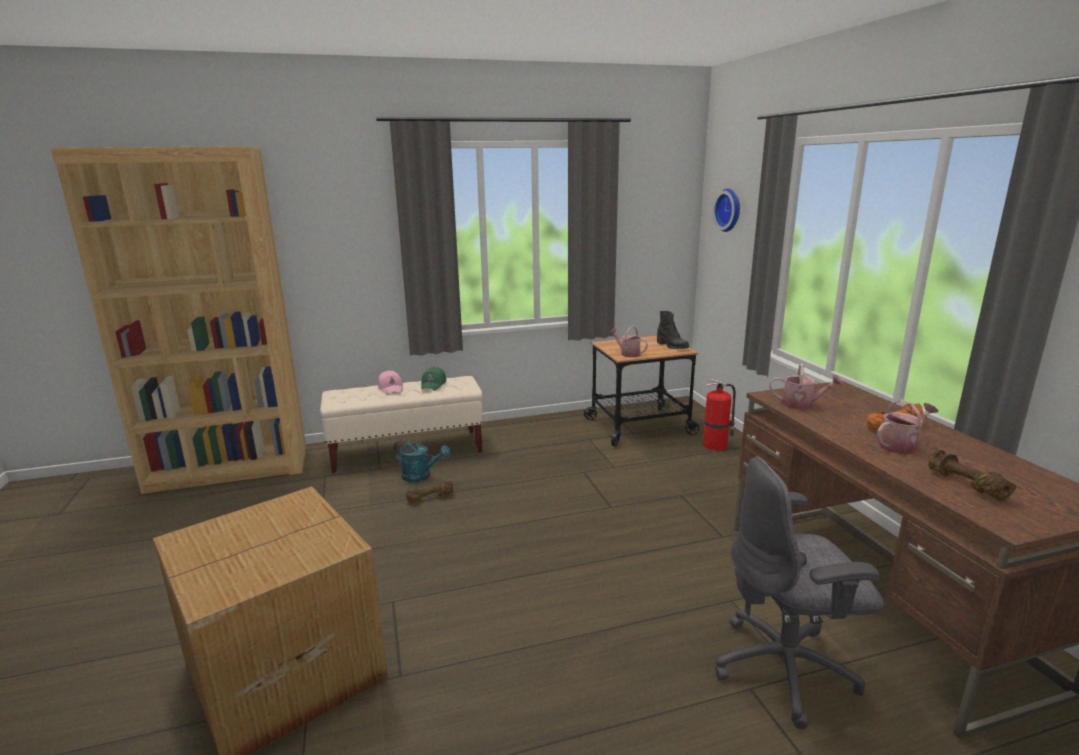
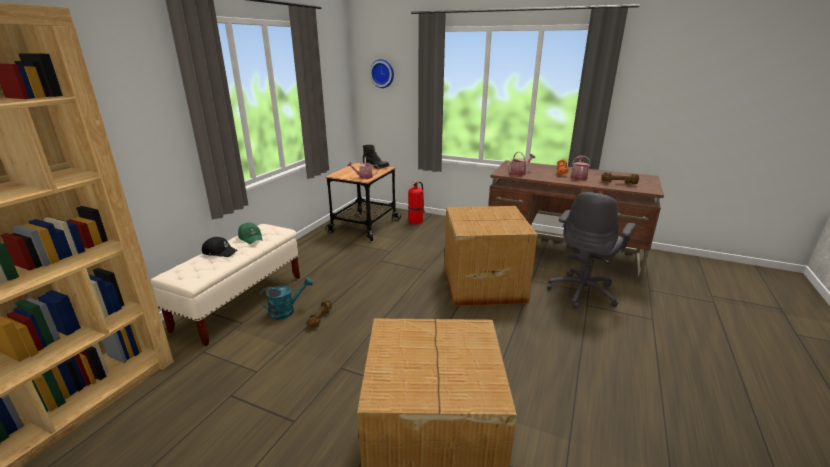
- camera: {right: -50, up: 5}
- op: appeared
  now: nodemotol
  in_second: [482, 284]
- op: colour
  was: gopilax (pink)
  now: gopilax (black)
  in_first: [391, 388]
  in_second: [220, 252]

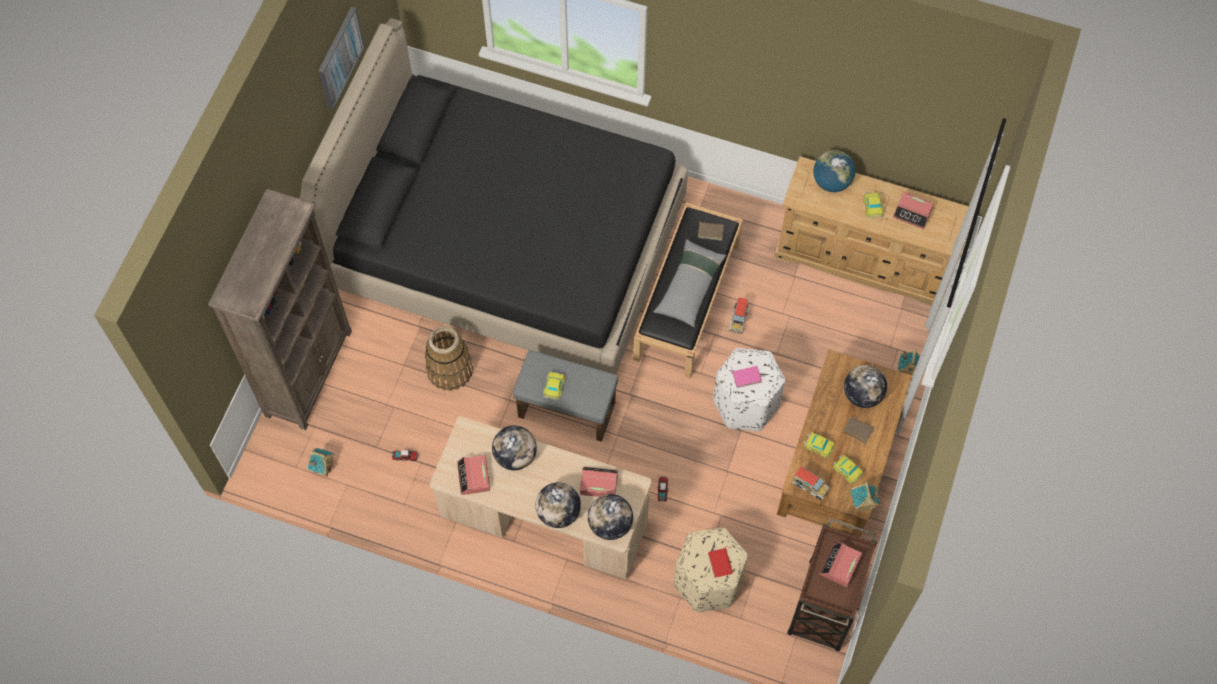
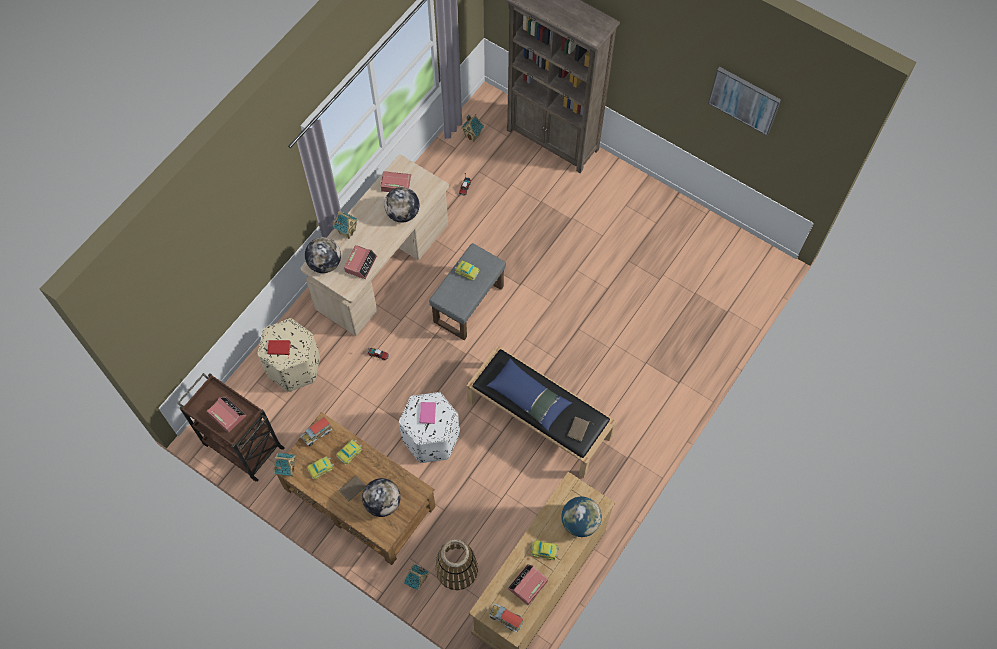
- camera: {right: 105, up: 0}
- op: missing
  was: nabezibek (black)
  in_first: [507, 244]
- op: relocated
  was: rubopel
  in_first: [450, 370]
  in_second: [457, 569]
- op: relocated
  was: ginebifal
  in_first: [738, 320]
  in_second: [506, 618]
- op: exchanged
  was: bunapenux
  now: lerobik
  in_first: [558, 513]
  in_second: [347, 231]
- op: colour
  was: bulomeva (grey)
  now: bulomeva (blue)
  in_first: [689, 287]
  in_second: [528, 397]

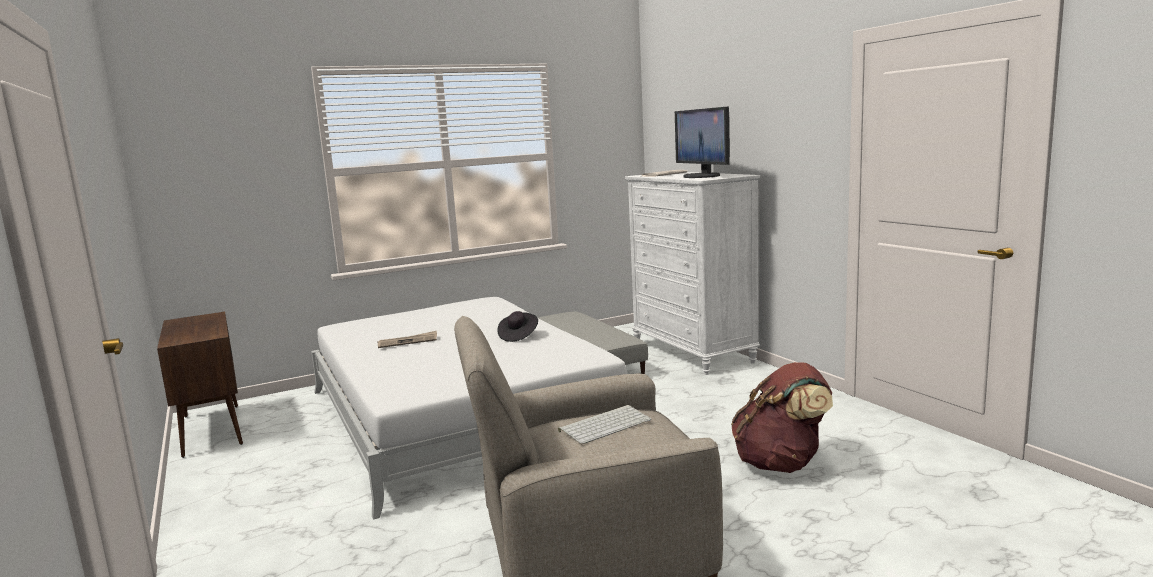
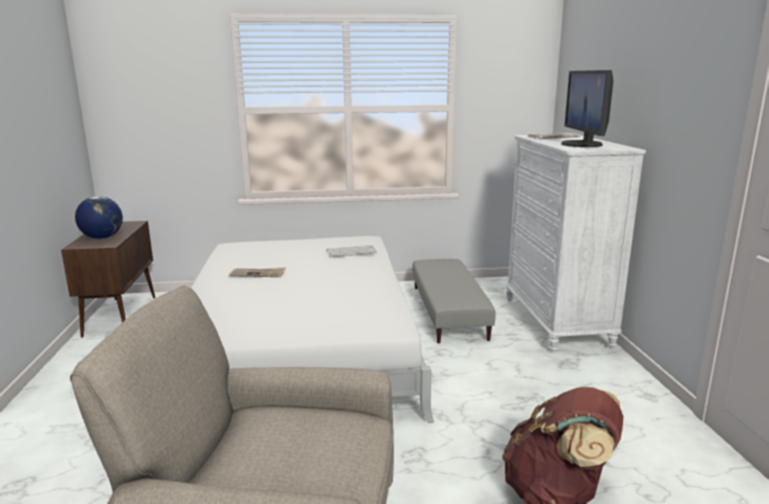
- camera: {right: 20, up: 5}
- op: missing
  was: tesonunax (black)
  in_first: [518, 336]
- op: appeared
  now: bunapenux
  in_second: [102, 237]
- op: relocated
  was: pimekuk
  in_first: [605, 425]
  in_second: [352, 251]

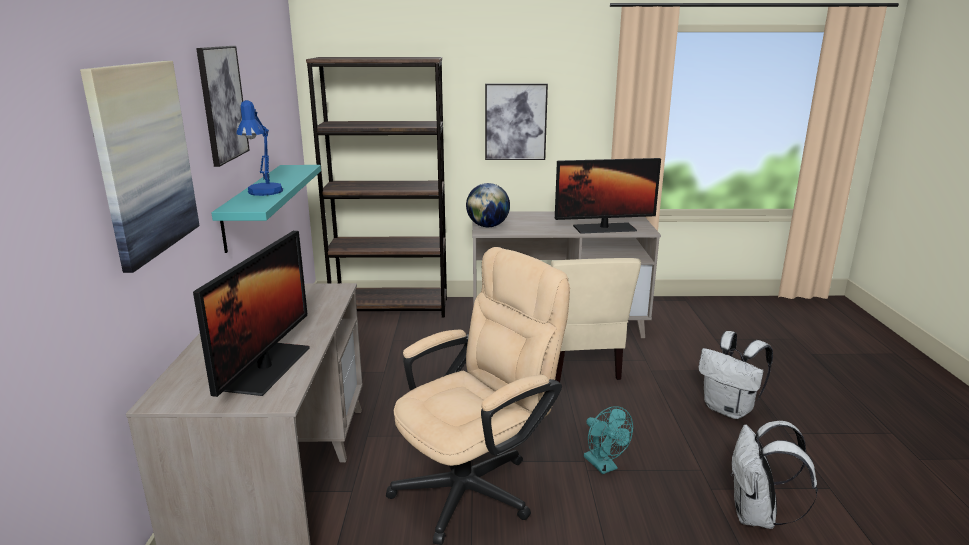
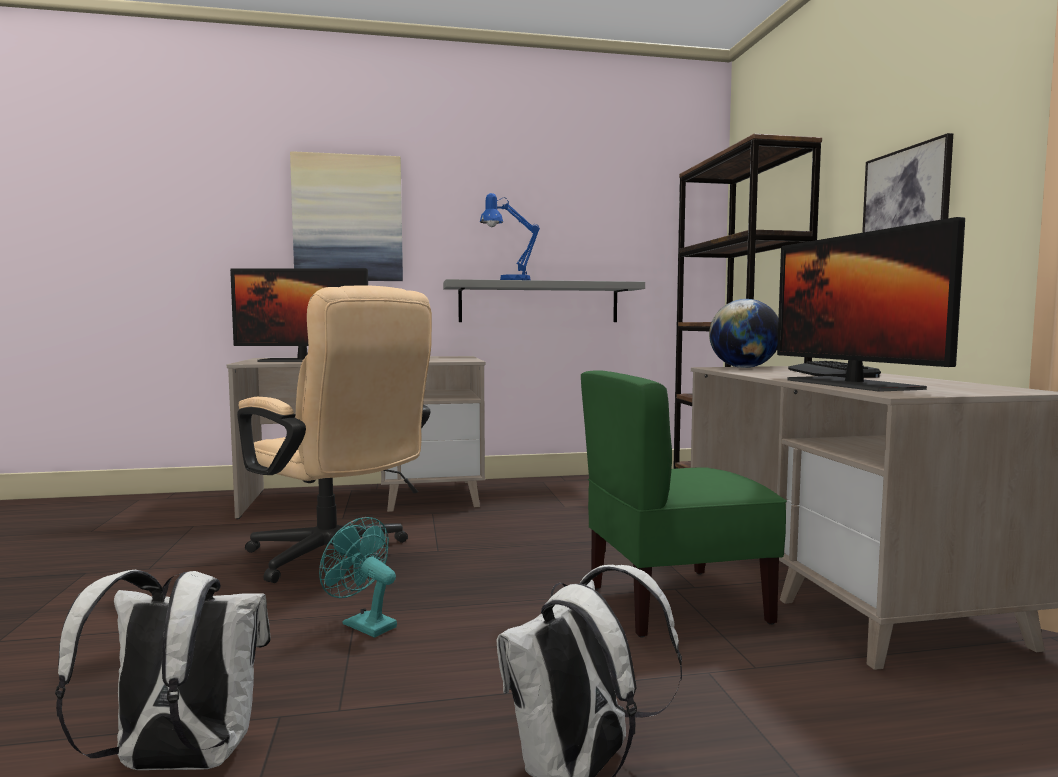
- camera: {right: 80, up: -15}
- op: missing
  was: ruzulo
  in_first: [222, 104]
- op: appeared
  now: pimekuk
  in_second: [830, 372]
- op: colour
  was: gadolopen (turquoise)
  now: gadolopen (grey)
  in_first: [253, 205]
  in_second: [539, 302]
- op: colour
  was: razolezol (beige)
  now: razolezol (green)
  in_first: [579, 364]
  in_second: [675, 603]
- op: spun
  was: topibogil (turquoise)
  in_first: [604, 466]
  in_second: [363, 624]
  clockwise: 75

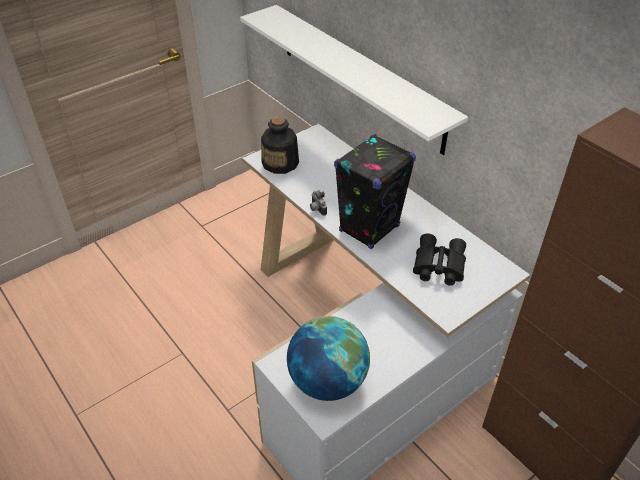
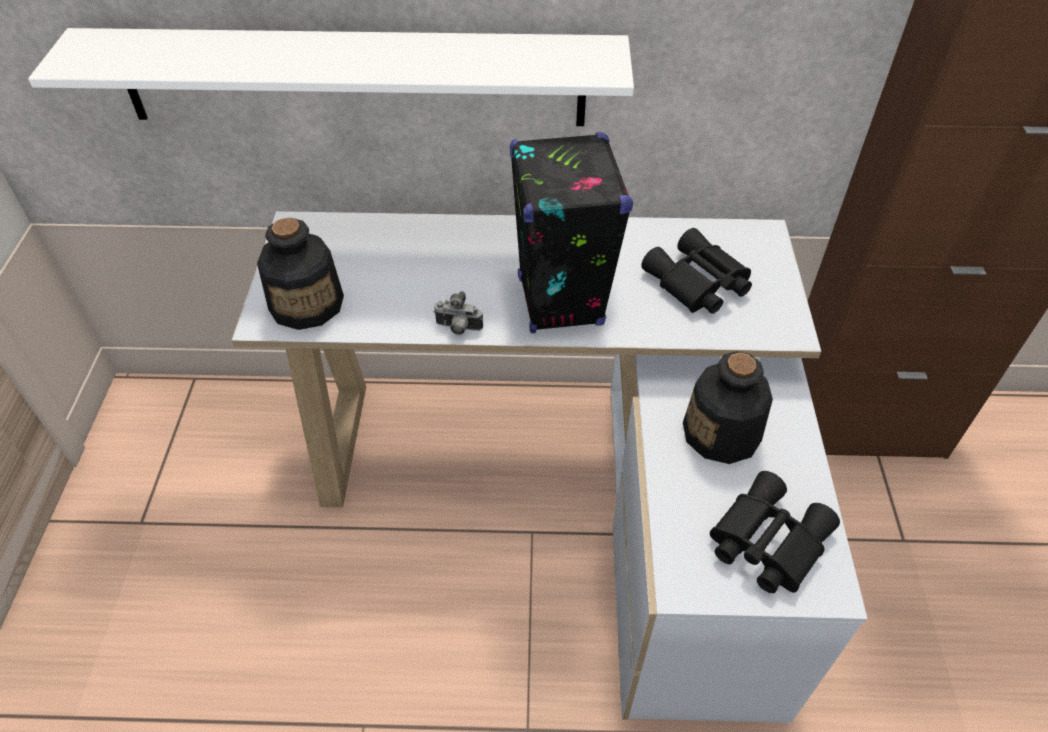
- camera: {right: -50, up: 5}
- op: appeared
  now: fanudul
  in_second: [722, 433]
- op: exchanged
  was: bunapenux
  now: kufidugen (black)
  in_first: [327, 381]
  in_second: [765, 541]

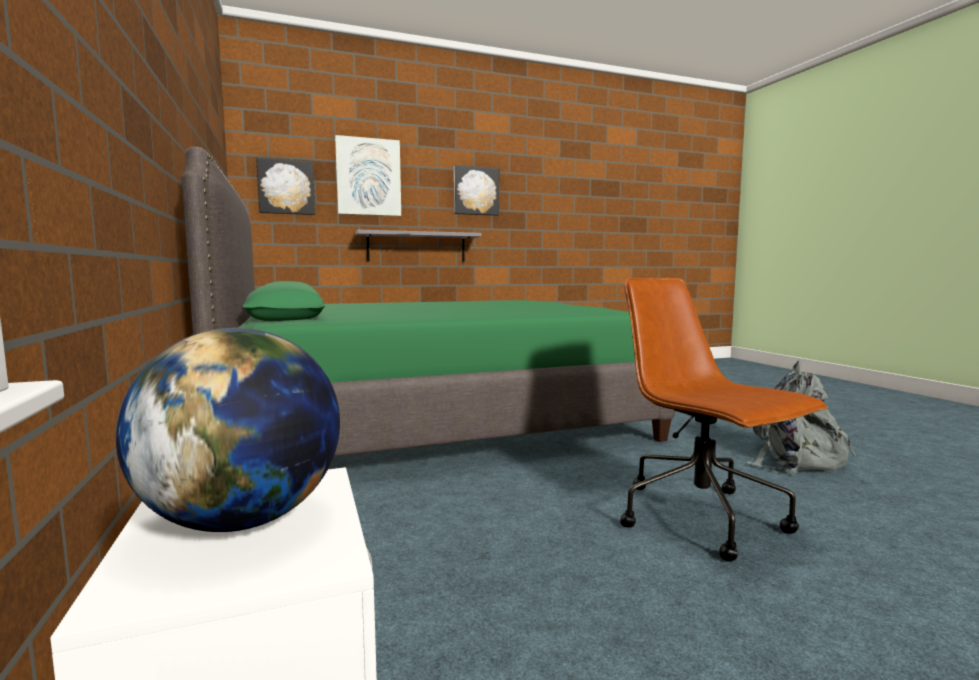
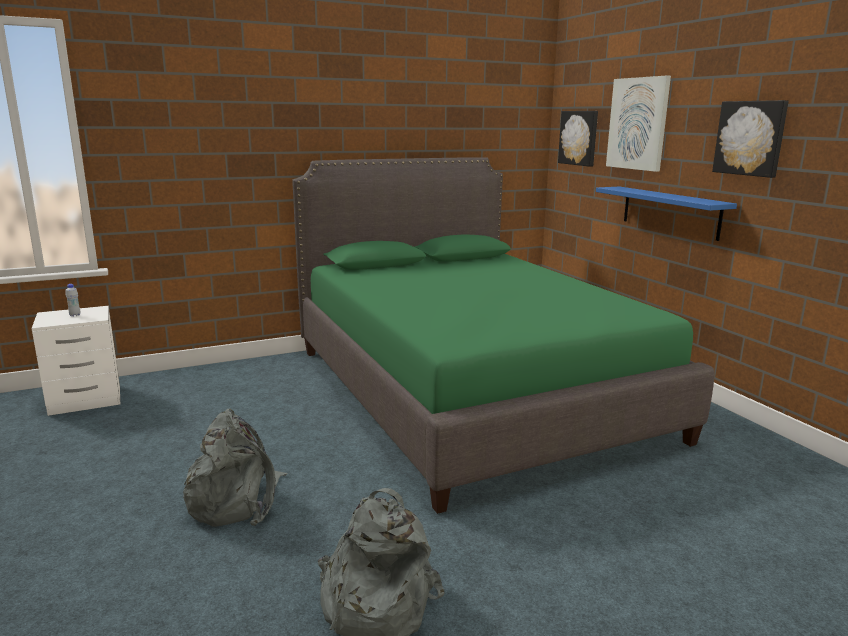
- camera: {right: 85, up: 10}
- op: exchanged
  was: bunapenux
  now: fanudul (white)
  in_first: [243, 520]
  in_second: [75, 315]
- op: exchanged
  was: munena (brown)
  now: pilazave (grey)
  in_first: [702, 518]
  in_second: [237, 500]
- op: colour
  was: gadolopen (grey)
  now: gadolopen (blue)
  in_first: [416, 247]
  in_second: [670, 212]

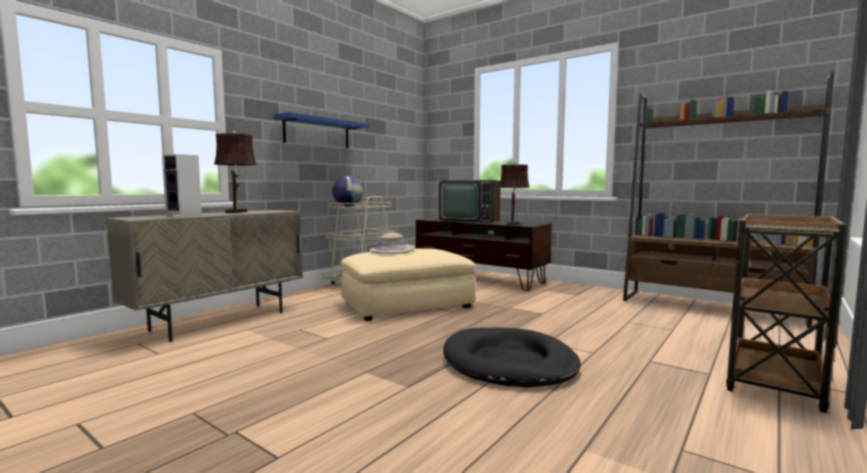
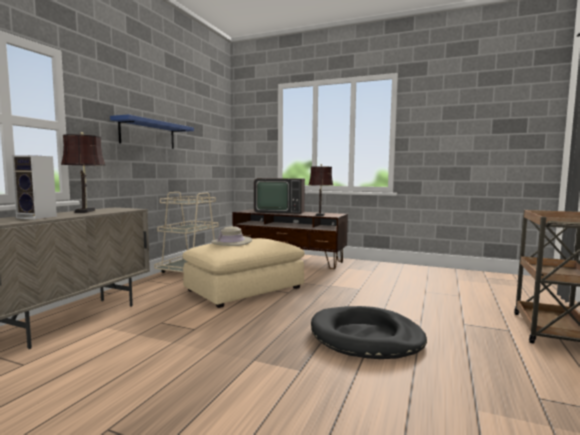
- camera: {right: -15, up: 0}
- op: missing
  was: bunapenux
  in_first: [348, 206]
- op: missing
  was: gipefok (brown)
  in_first: [710, 307]

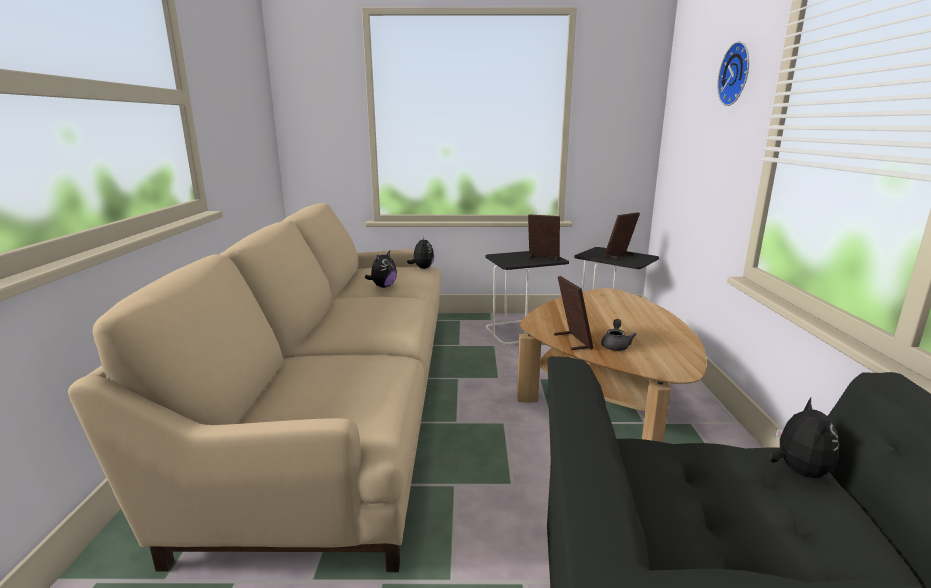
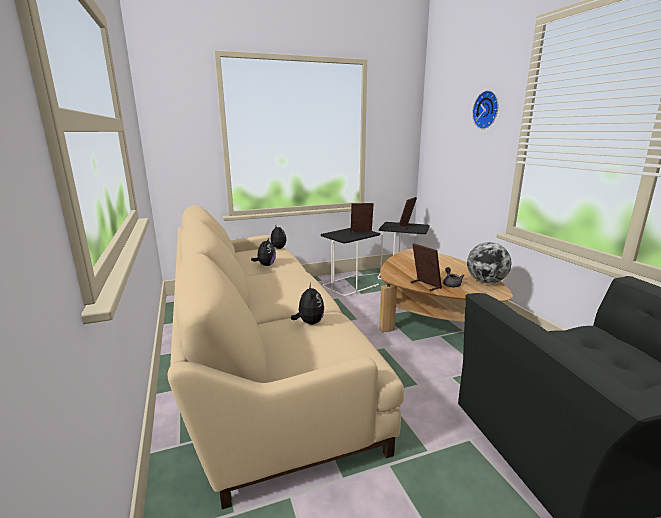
- camera: {right: -20, up: 0}
- op: appeared
  now: bunapenux
  in_second: [486, 282]
- op: relocated
  was: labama
  in_first: [797, 471]
  in_second: [309, 323]

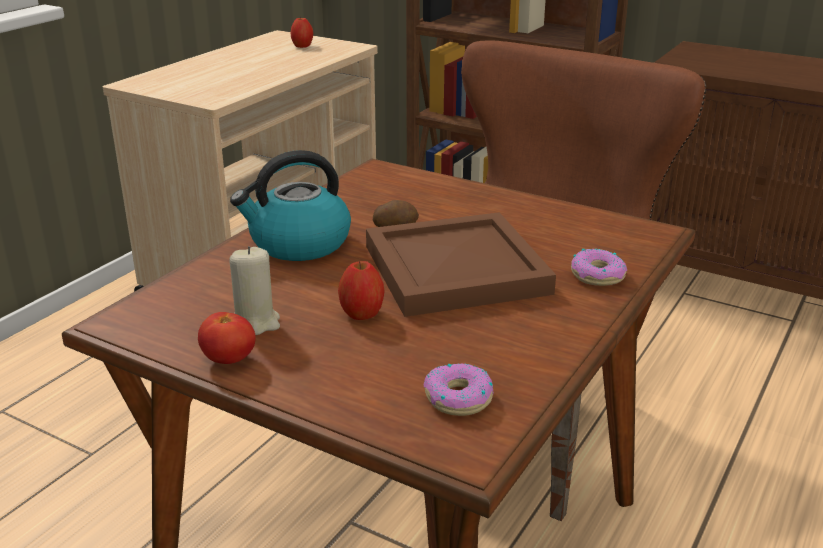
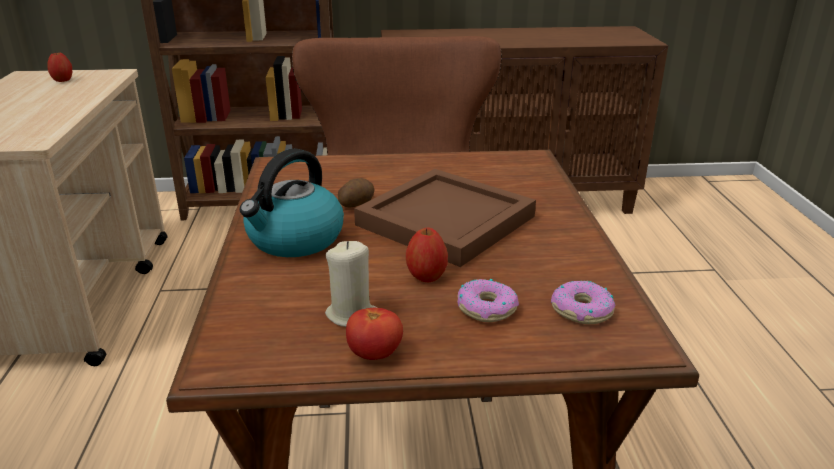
- camera: {right: -35, up: 0}
- op: relocated
  was: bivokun
  in_first: [597, 275]
  in_second: [486, 308]

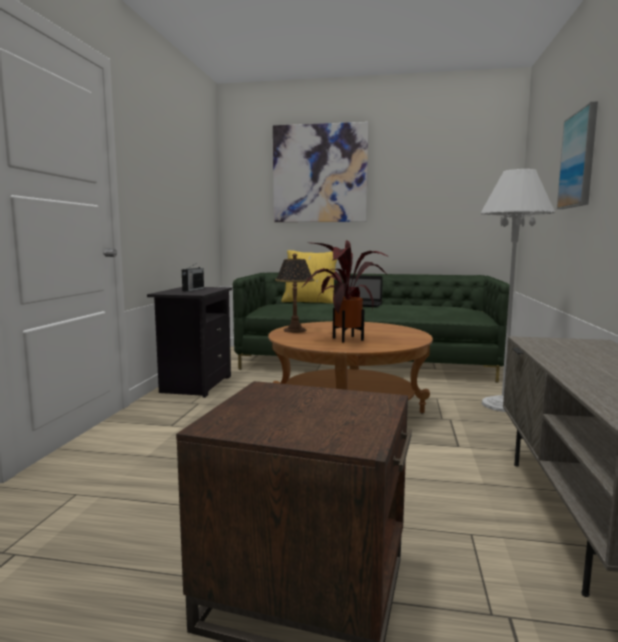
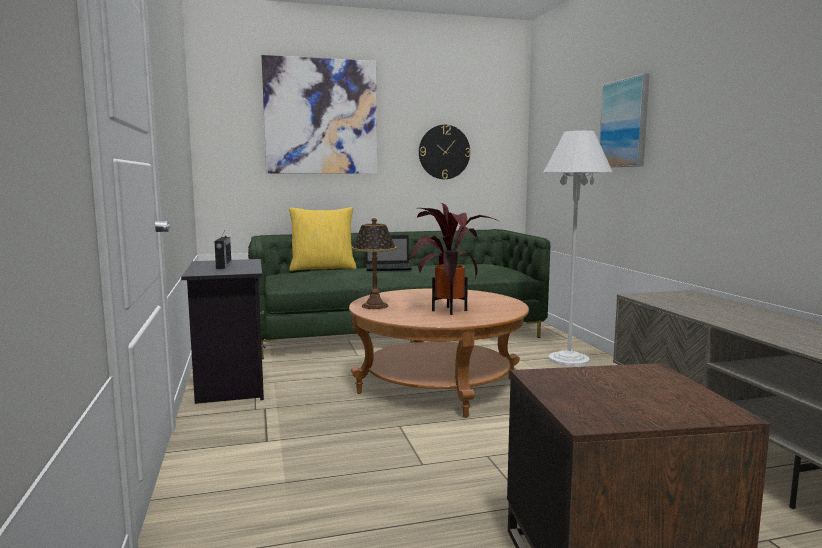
- camera: {right: -25, up: 0}
- op: appeared
  now: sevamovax
  in_second: [444, 152]

